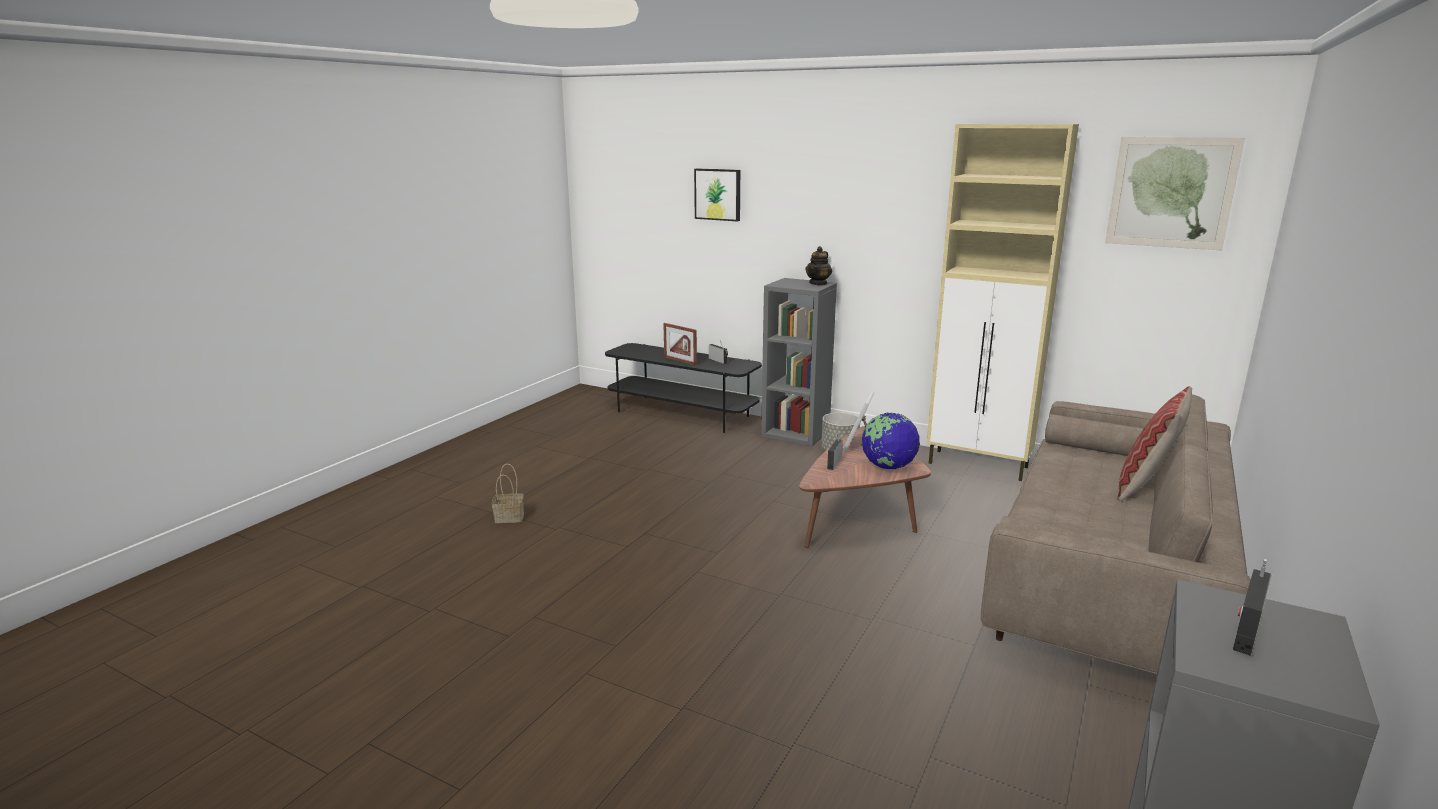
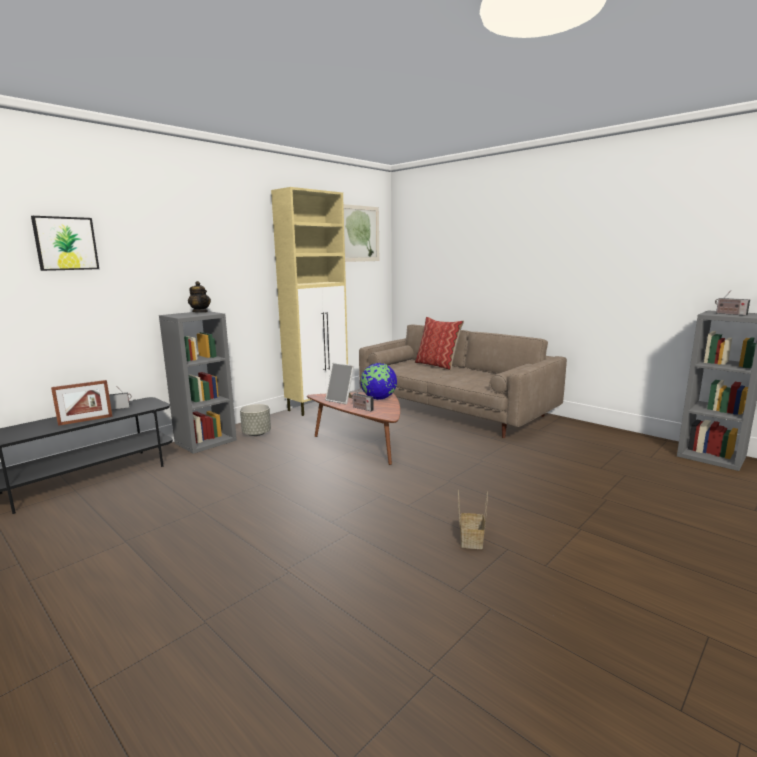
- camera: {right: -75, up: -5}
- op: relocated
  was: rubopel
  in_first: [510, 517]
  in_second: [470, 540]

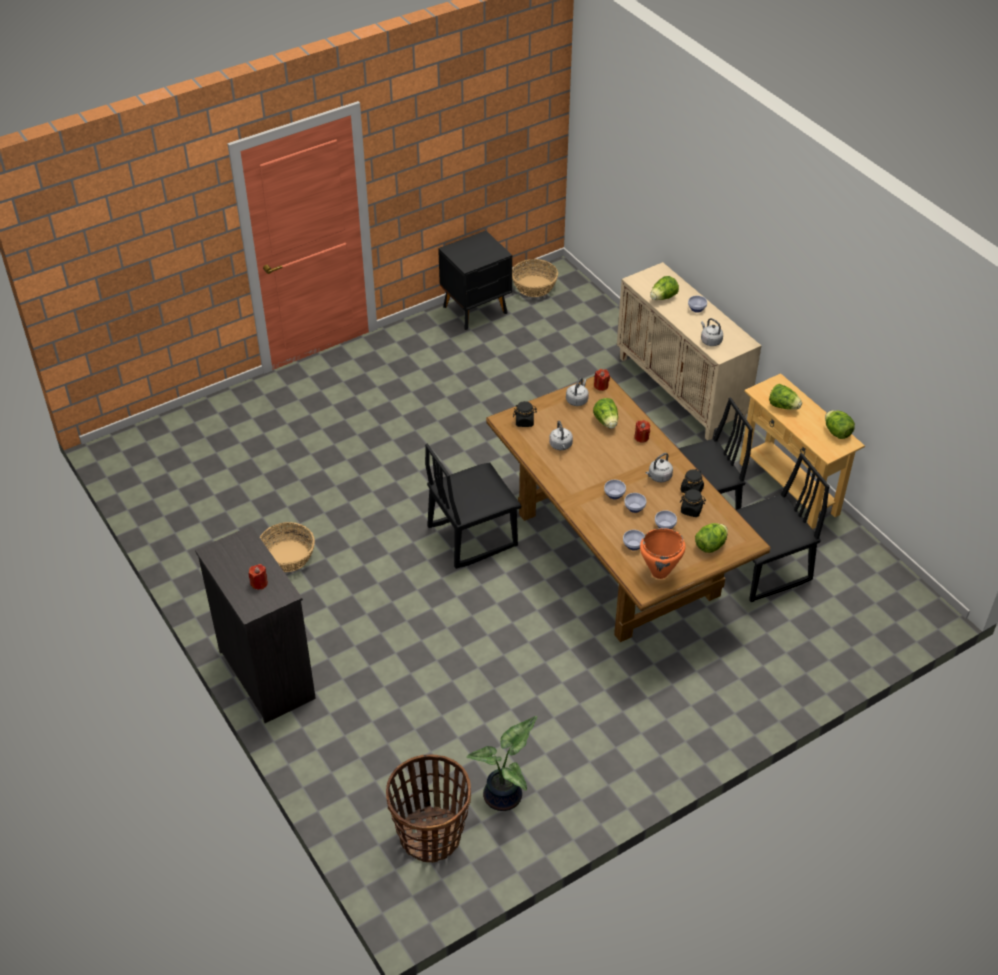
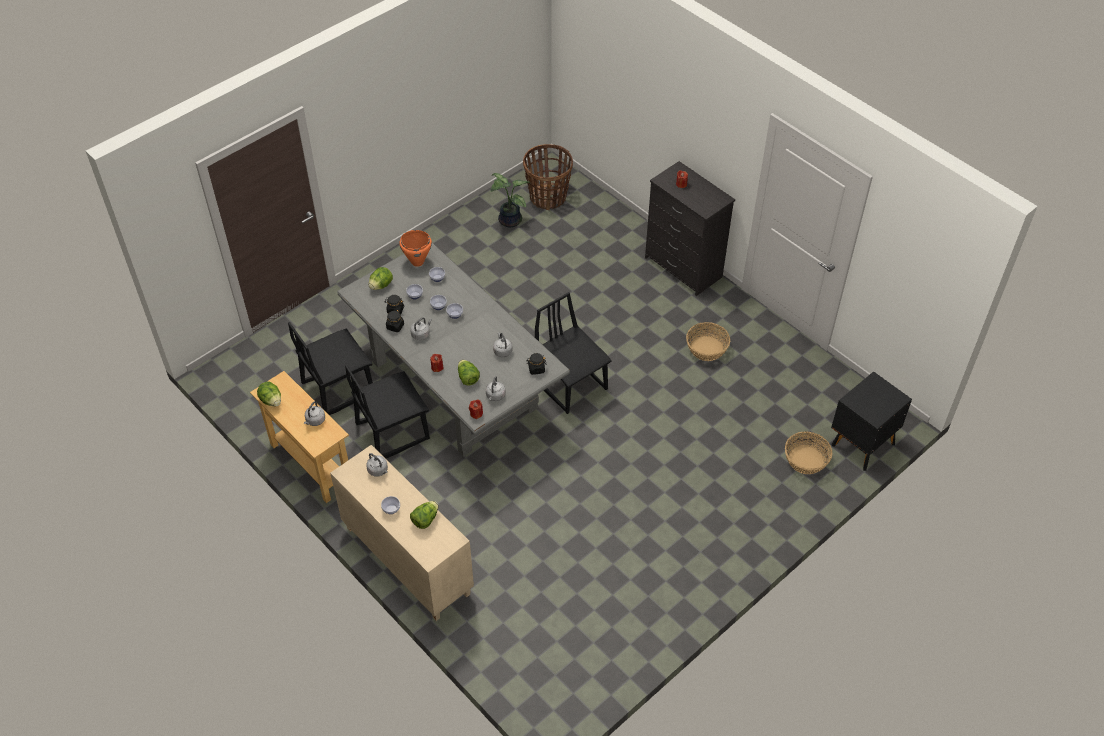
- camera: {right: 170, up: 5}
- op: relocated
  was: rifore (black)
  in_first: [476, 310]
  in_second: [861, 444]
- op: relocated
  was: rubopel
  in_first: [534, 286]
  in_second: [805, 460]
- op: exchanged
  was: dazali
  now: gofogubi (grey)
  in_first: [783, 406]
  in_second: [315, 421]
- op: colour
  was: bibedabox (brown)
  now: bibedabox (grey)
  in_first: [617, 554]
  in_second: [454, 384]
- op: spun
  was: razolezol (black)
  in_first: [472, 536]
  in_second: [571, 384]
  clockwise: -90

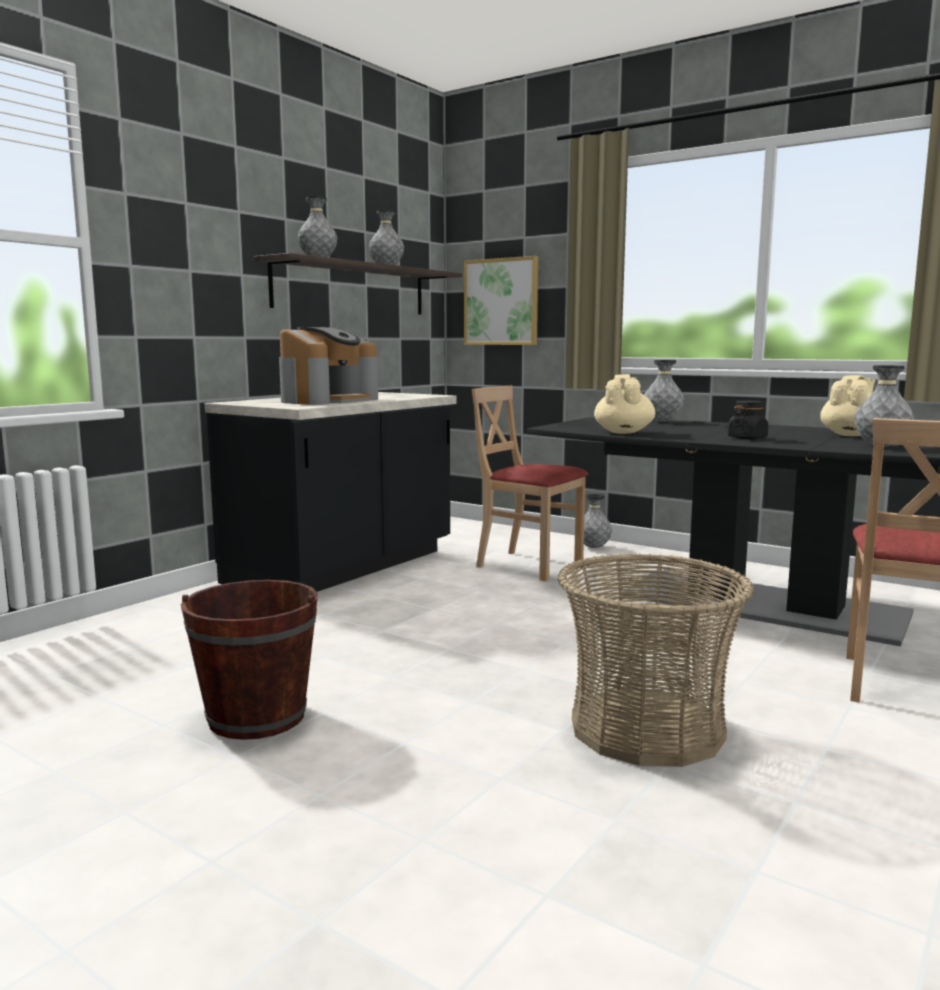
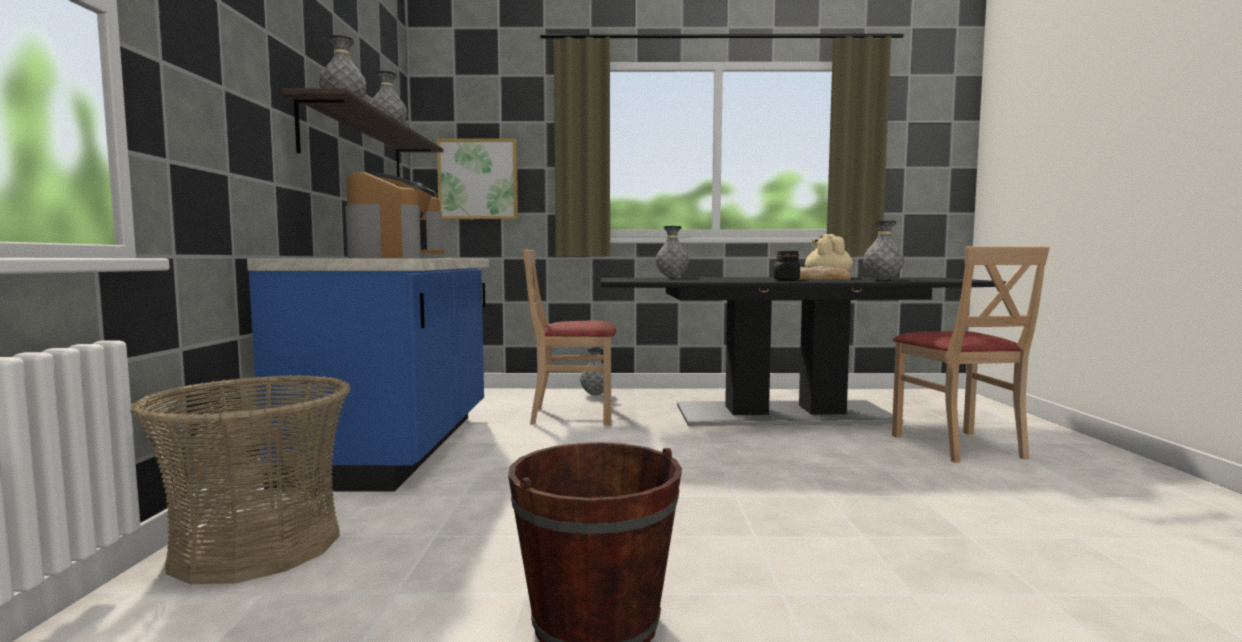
- camera: {right: -35, up: -5}
- op: missing
  was: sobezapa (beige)
  in_first: [623, 432]
- op: appeared
  now: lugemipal
  in_second: [819, 279]
- op: relocated
  was: rubopel
  in_first: [646, 728]
  in_second: [256, 546]
- op: colour
  was: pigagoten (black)
  now: pigagoten (blue)
  in_first: [343, 567]
  in_second: [398, 447]

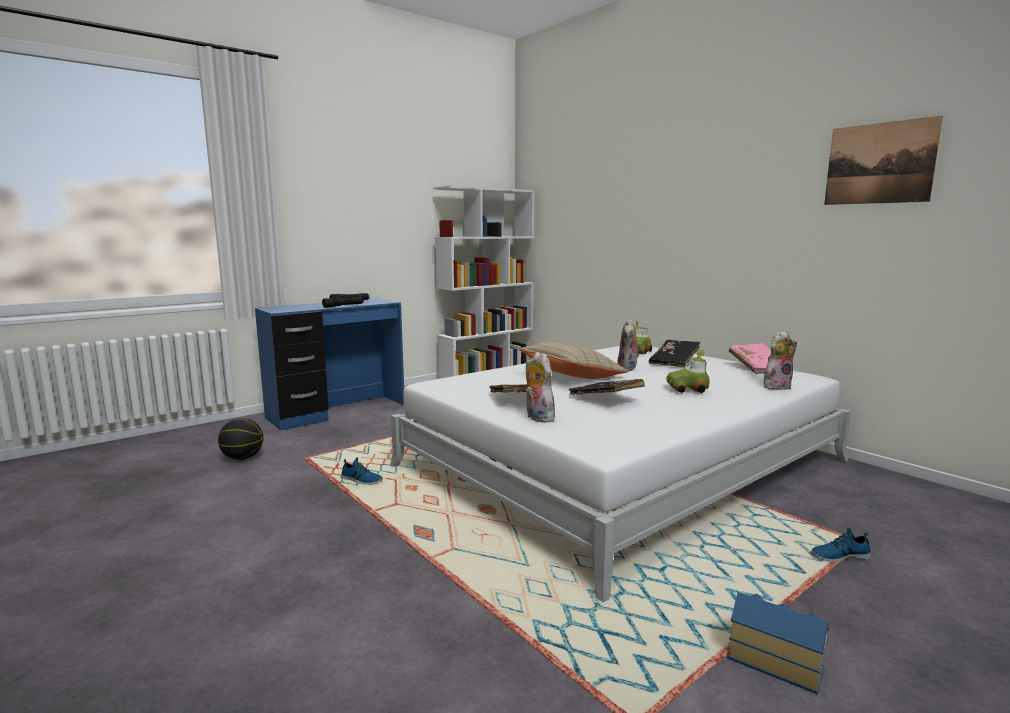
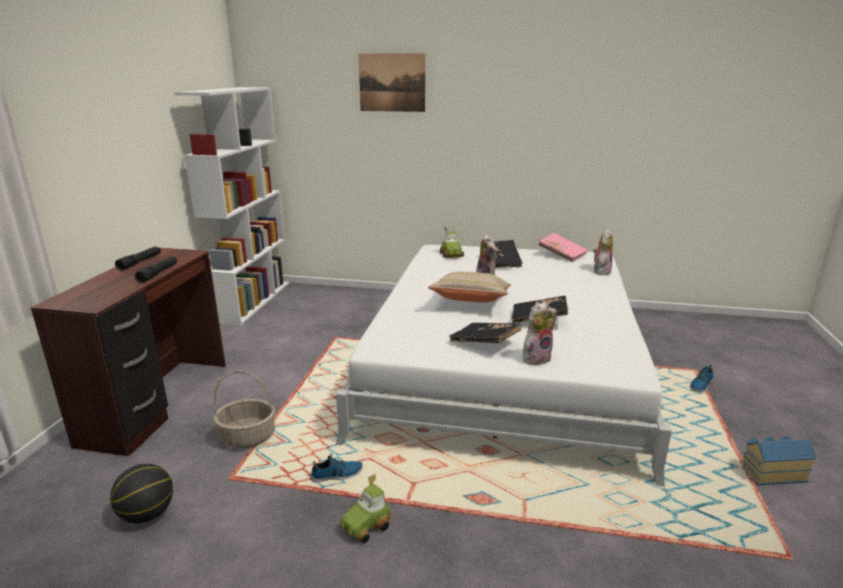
- camera: {right: -40, up: 10}
- op: appeared
  now: rubopel
  in_second: [247, 437]
- op: relocated
  was: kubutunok
  in_first: [687, 389]
  in_second: [366, 526]
- op: relocated
  was: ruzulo
  in_first: [879, 163]
  in_second: [392, 82]
- op: colour
  was: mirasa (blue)
  now: mirasa (brown)
  in_first: [338, 412]
  in_second: [159, 402]
- op: spun
  was: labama
  in_first: [537, 418]
  in_second: [536, 358]
  clockwise: 135

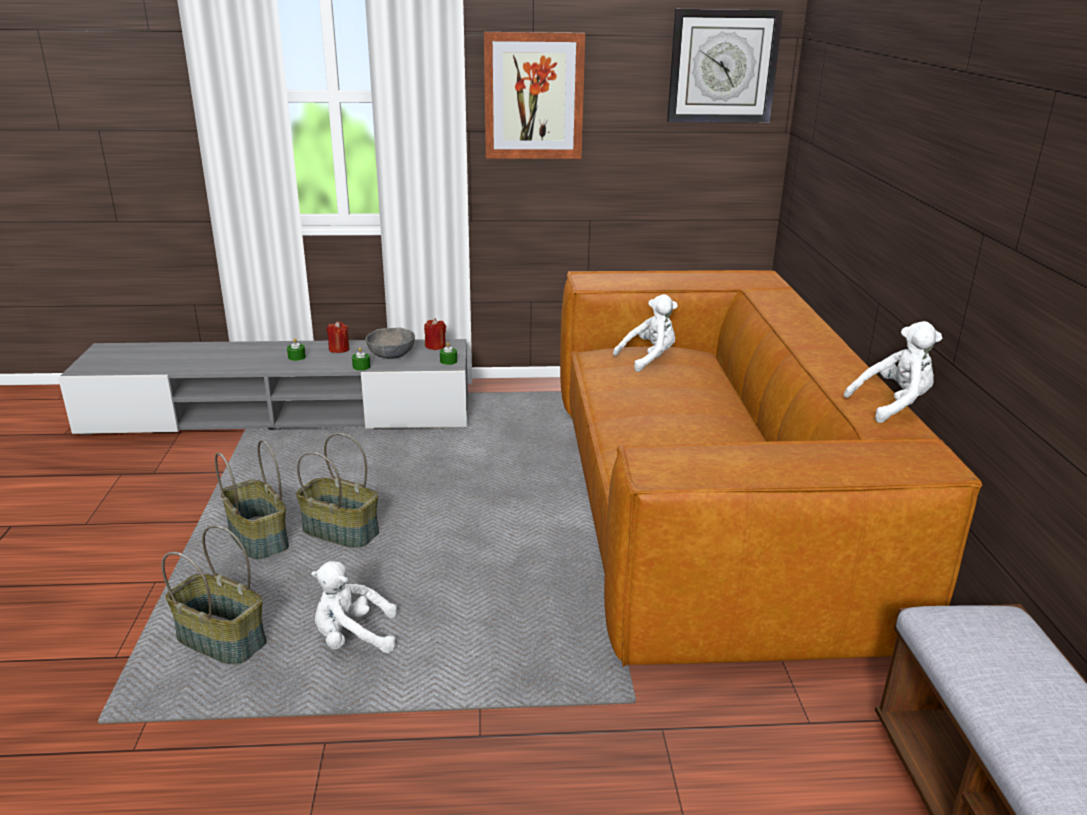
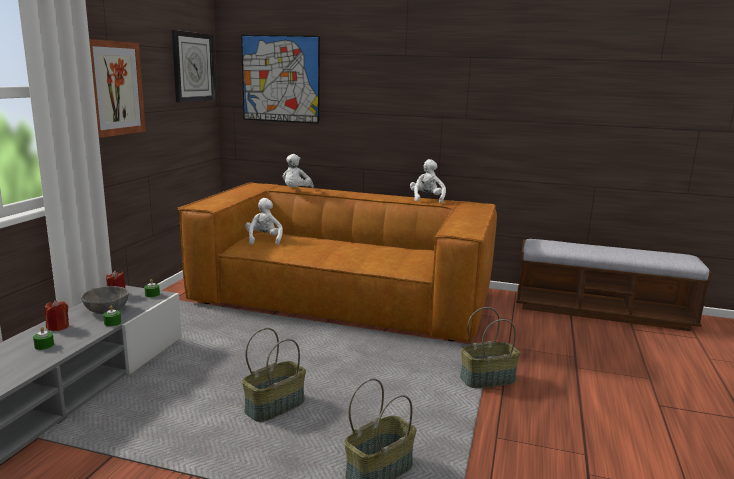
- camera: {right: -70, up: -10}
- op: appeared
  now: ruzulo
  in_second: [280, 79]
- op: relocated
  was: rubopel
  in_first: [260, 539]
  in_second: [487, 379]
- op: relocated
  was: labama (white)
  in_first: [353, 638]
  in_second: [296, 191]

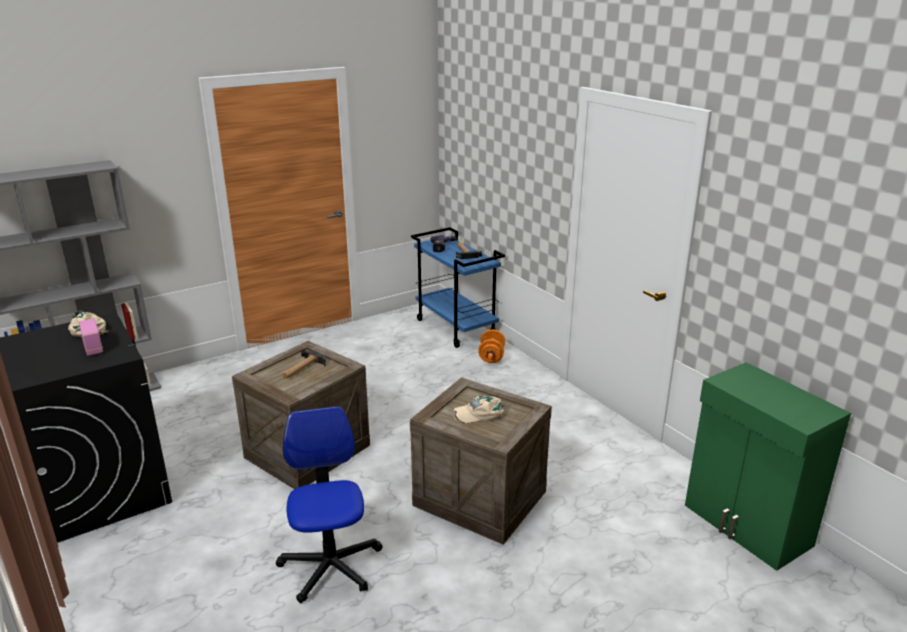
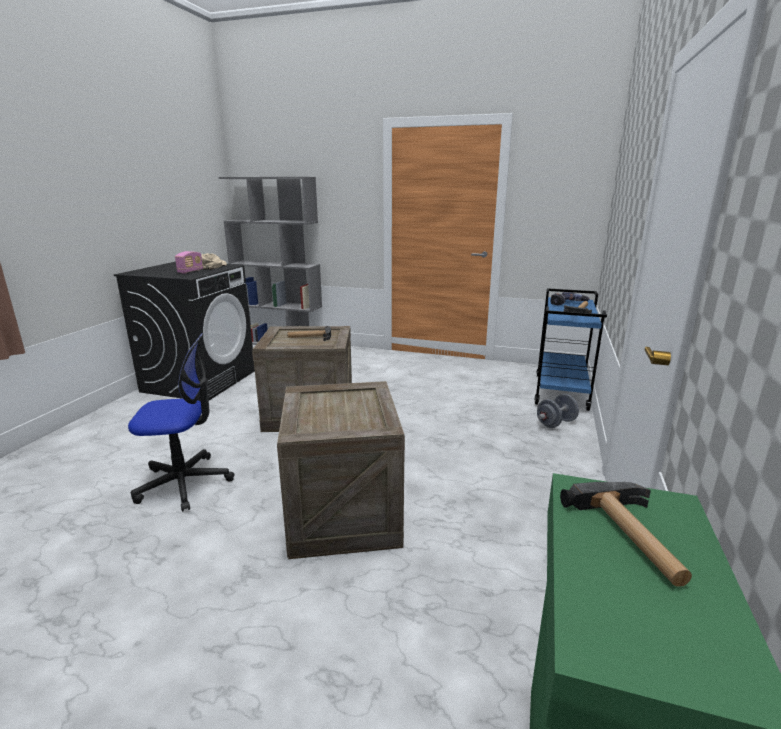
- camera: {right: 50, up: -5}
- op: missing
  was: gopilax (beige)
  in_first: [479, 413]
- op: appeared
  now: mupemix
  in_second: [633, 537]
- op: colour
  was: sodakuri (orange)
  now: sodakuri (grey)
  in_first: [491, 357]
  in_second: [556, 423]
- op: spun
  was: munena
  in_first: [330, 566]
  in_second: [184, 483]
  clockwise: 45

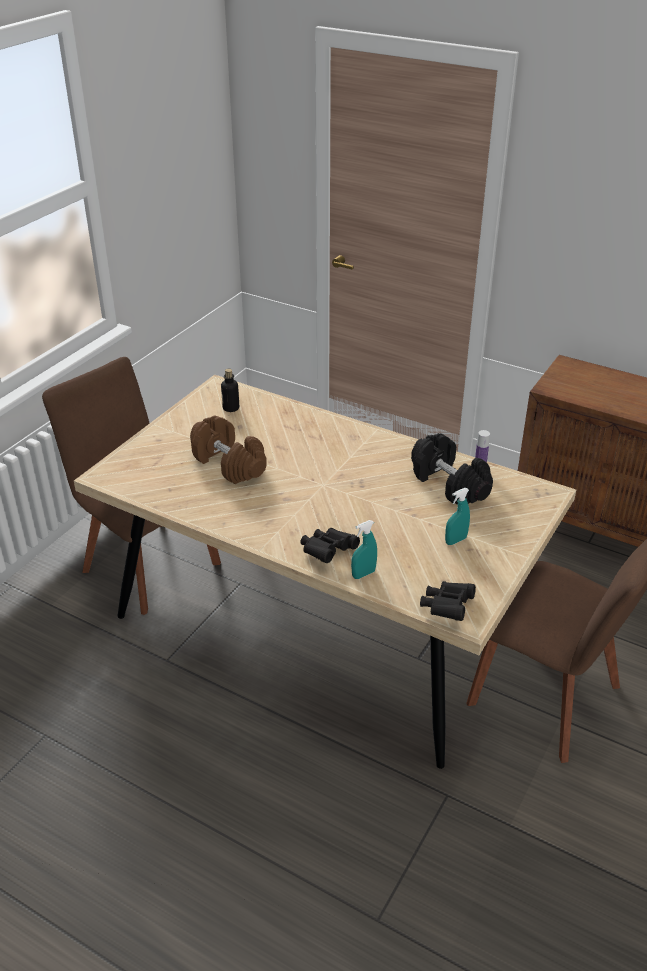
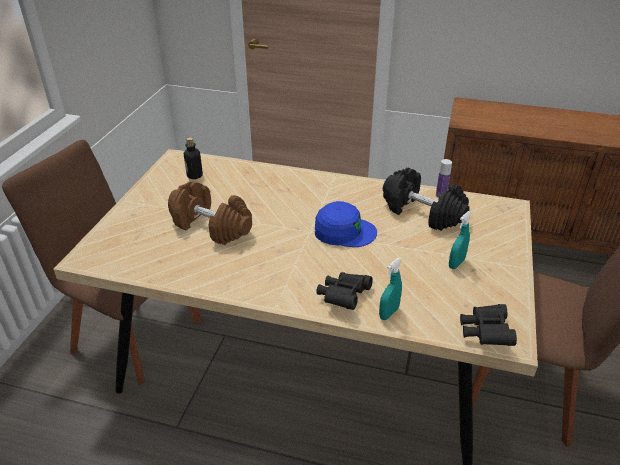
- camera: {right: -15, up: 0}
- op: appeared
  now: gopilax (blue)
  in_second: [344, 231]

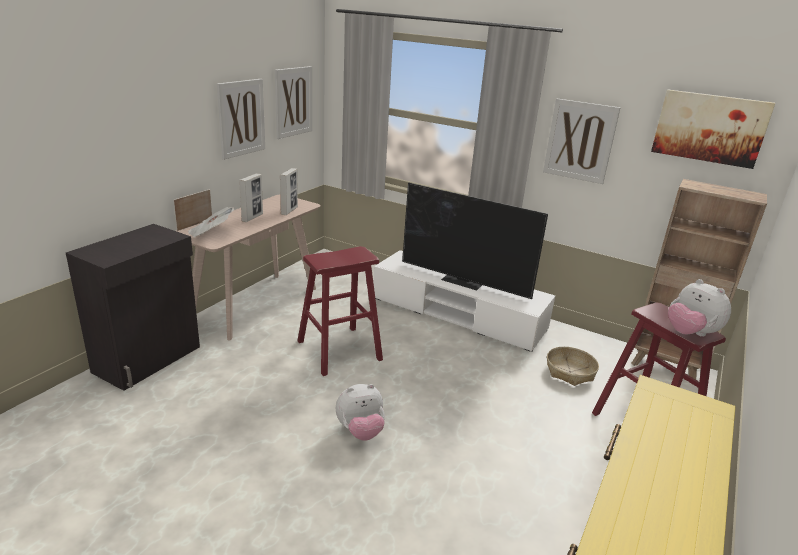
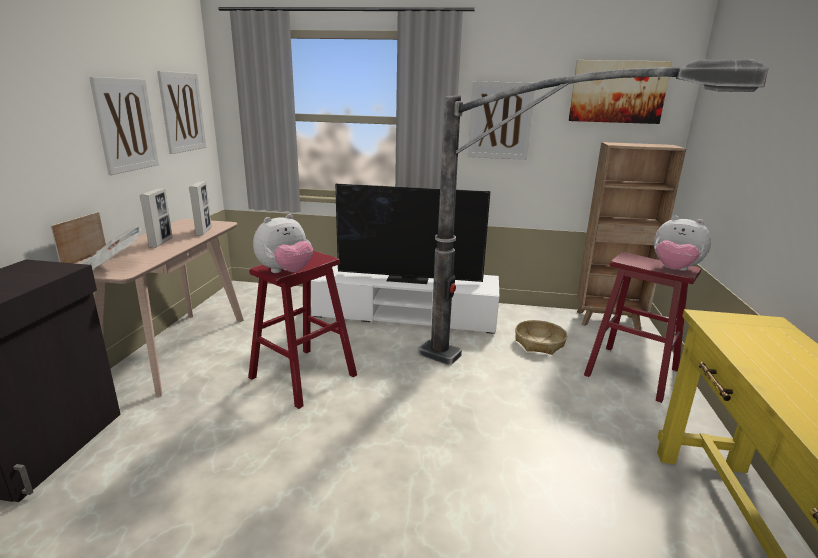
- camera: {right: -20, up: -5}
- op: appeared
  now: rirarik
  in_second: [531, 384]
- op: relocated
  was: labama
  in_first: [360, 431]
  in_second: [286, 272]

